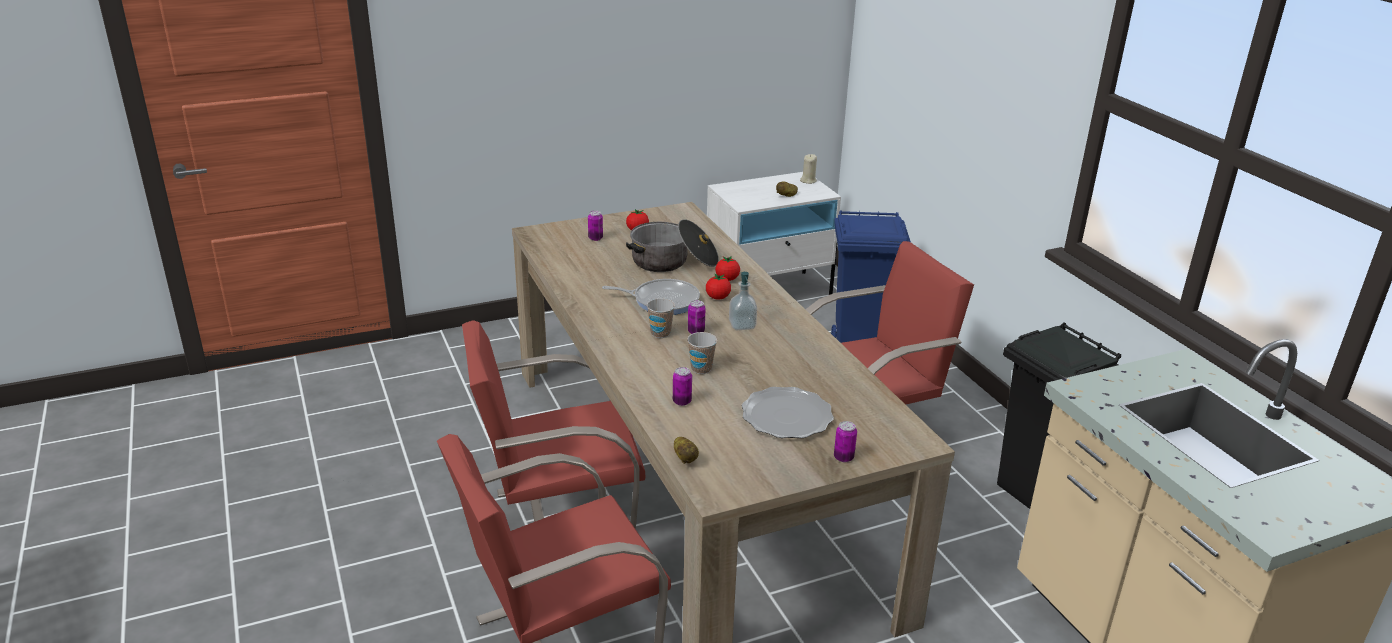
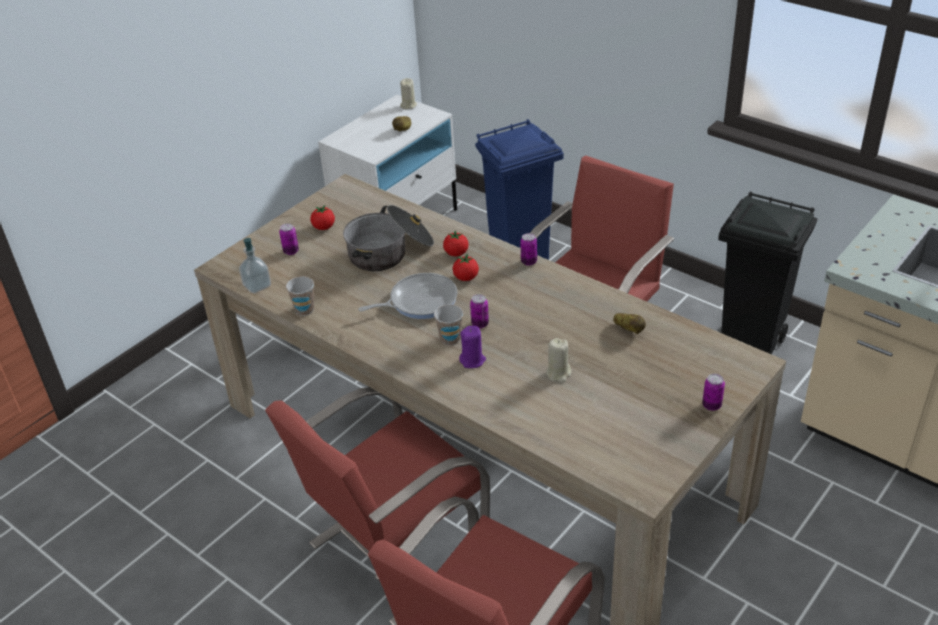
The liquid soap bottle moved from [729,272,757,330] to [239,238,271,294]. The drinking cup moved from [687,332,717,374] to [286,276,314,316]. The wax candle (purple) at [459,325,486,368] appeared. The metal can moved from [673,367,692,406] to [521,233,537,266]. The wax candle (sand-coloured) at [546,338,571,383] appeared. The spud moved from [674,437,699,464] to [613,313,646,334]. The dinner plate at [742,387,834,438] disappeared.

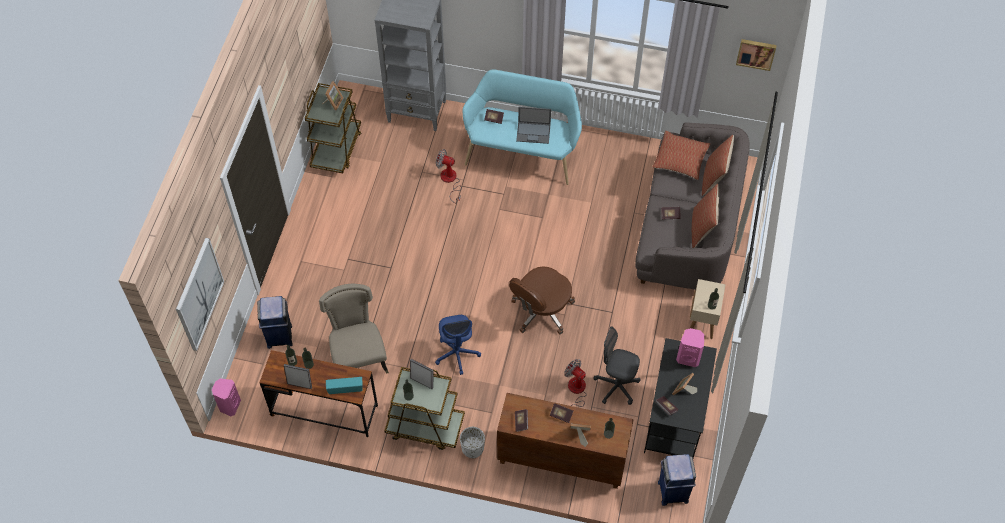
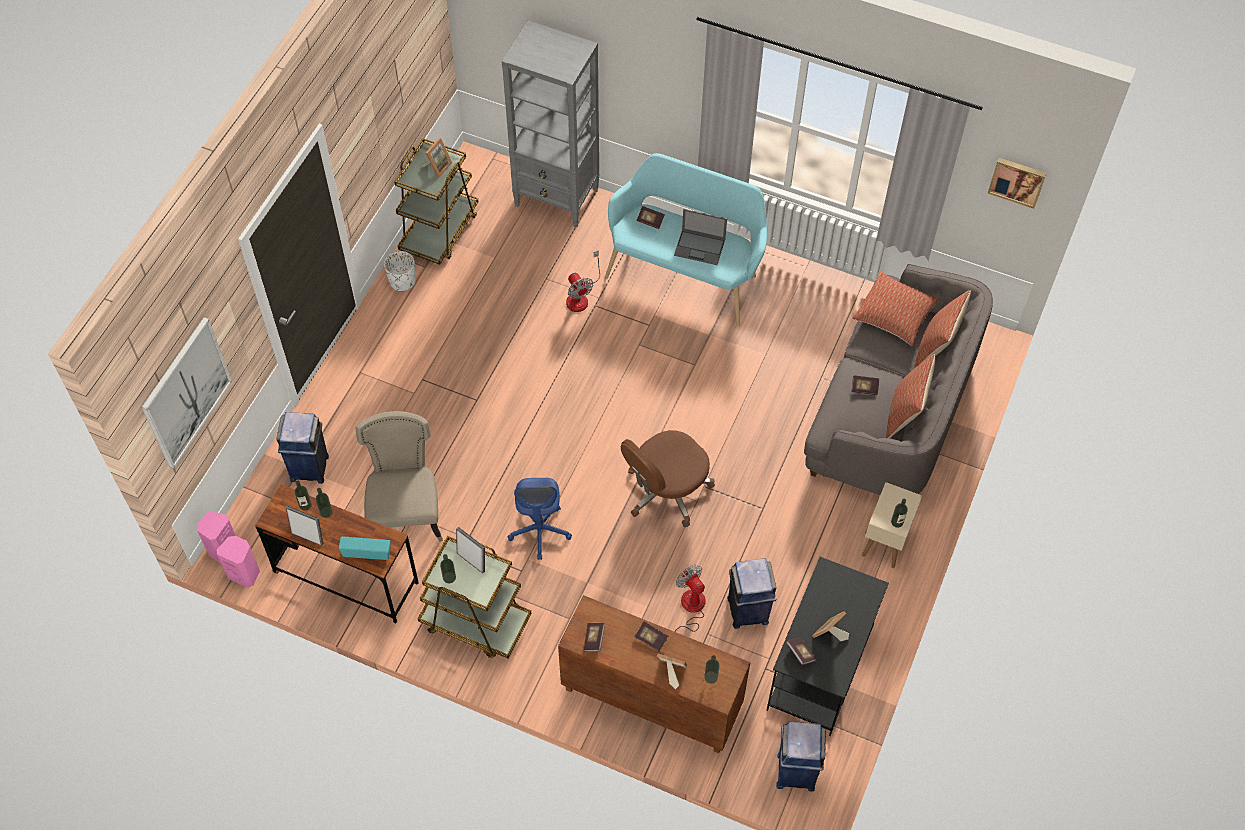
The loudspeaker (pink) moved from [676,328,704,367] to [217,536,260,588]. The flower pot (white-coloured) moved from [460,427,485,458] to [384,251,416,292]. The electric fan at [436,149,462,203] turned 150 degrees counterclockwise. The computer chair (grey) at [593,326,641,405] was replaced by the trash can (blue) at [727,558,777,629].

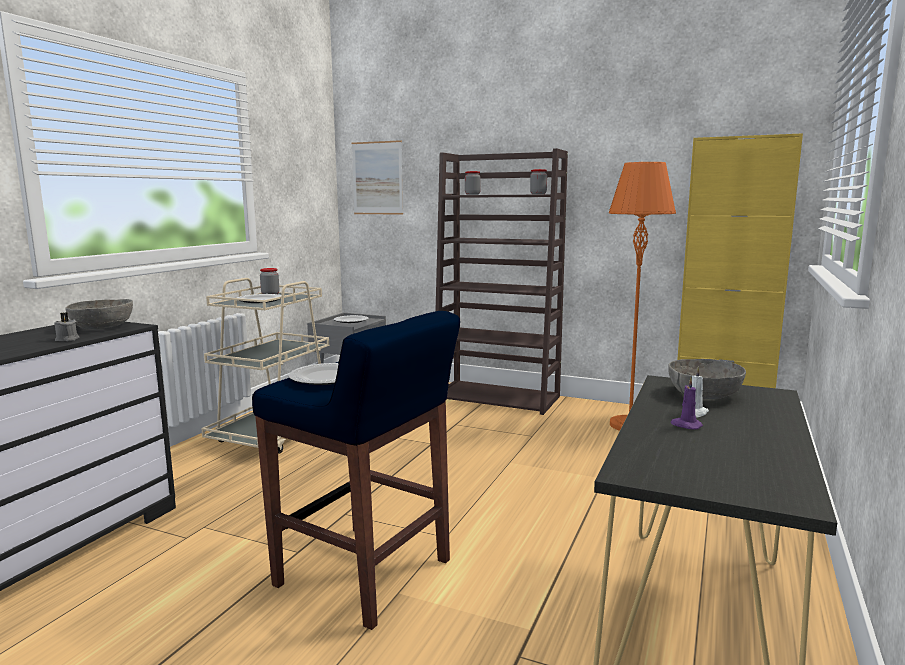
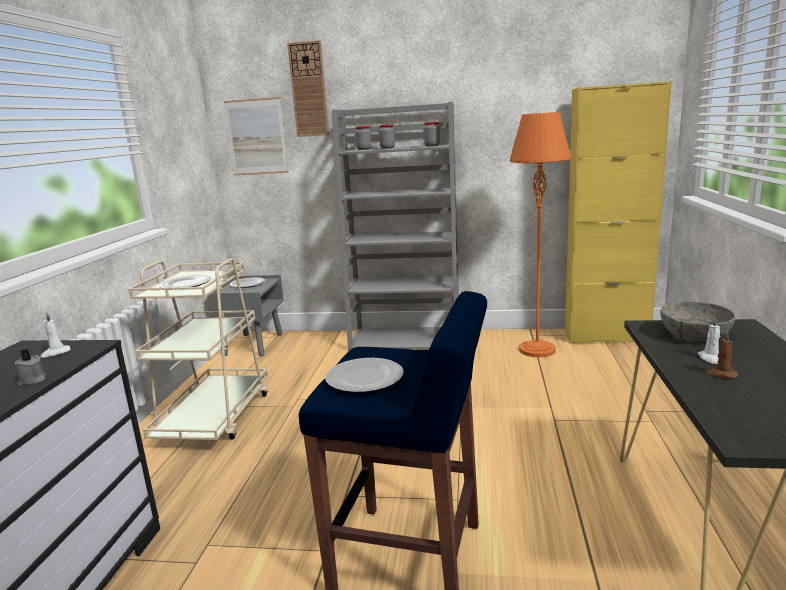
The bowl (grey) at [66,299,133,329] was replaced by the wax candle (white-coloured) at [40,312,70,358]. The clock on the wall at [287,40,329,137] appeared. The bookshelf (brown-coloured) at [435,148,568,415] became the bookshelf (grey) at [332,102,459,352]. The storage jar moved from [260,268,279,294] to [379,124,395,149]. The wax candle (purple) at [671,377,703,430] became the wax candle (brown-coloured) at [705,331,738,378].

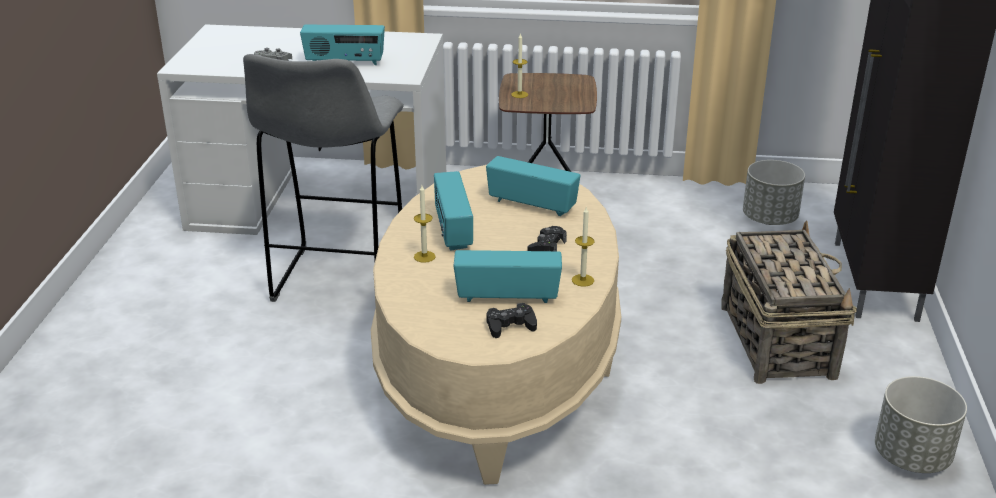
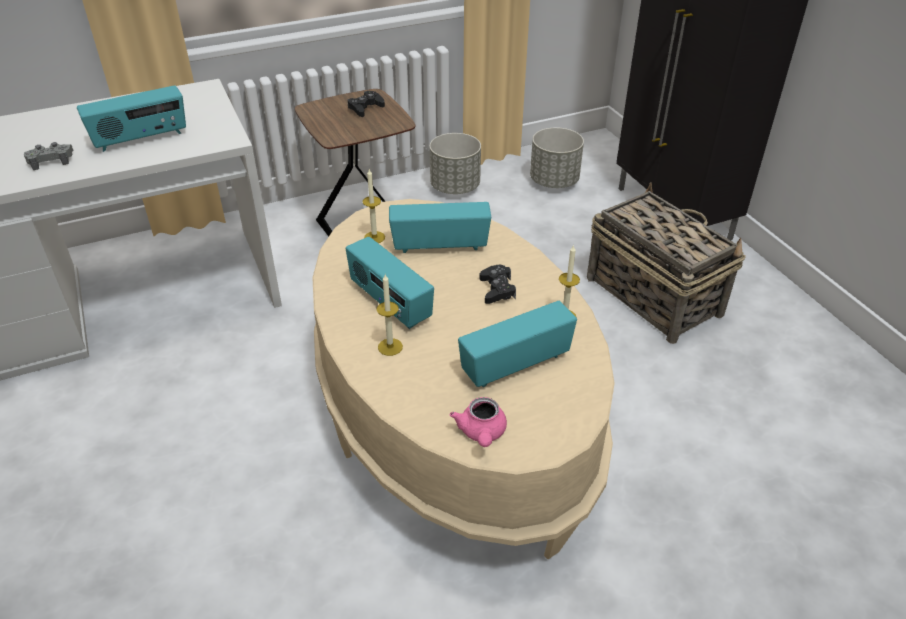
The game controller (blackish) moved from [487,303,537,338] to [348,91,385,117]. The wax candle moved from [511,33,528,98] to [362,169,385,243]. The flower pot (grey) moved from [875,376,967,473] to [430,133,481,194]. The pot for tea (pink) at [450,397,507,447] appeared. The stool seat (grey) at [243,54,404,302] disappeared.

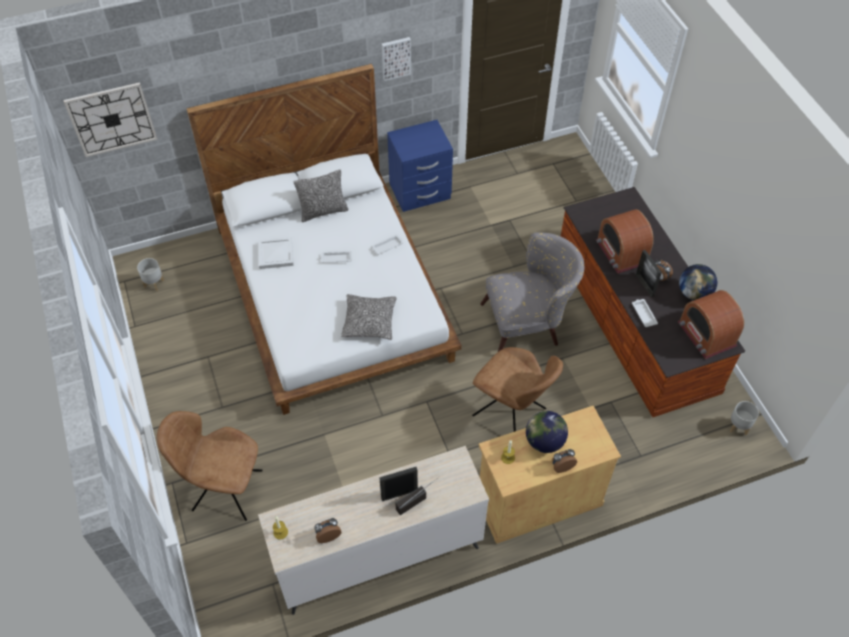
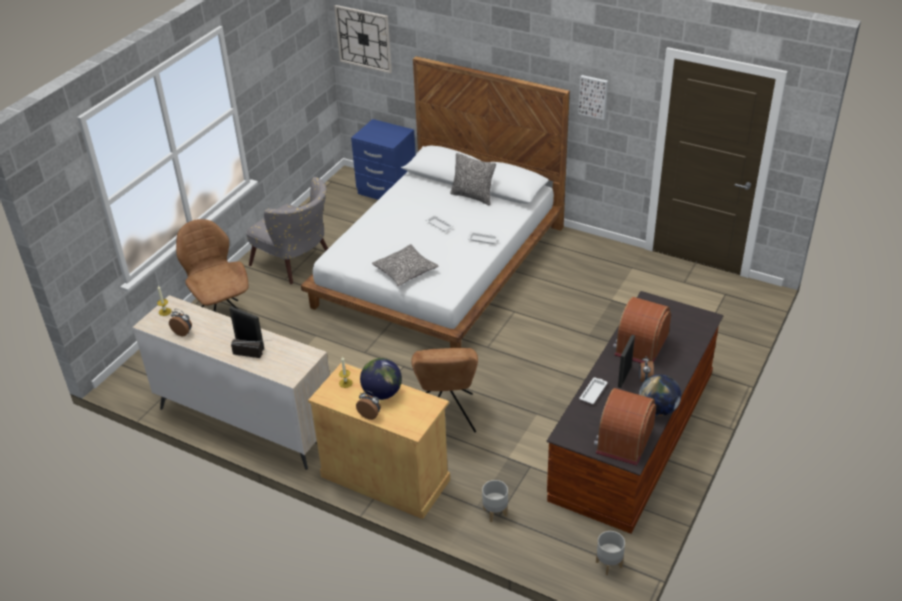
The lounge chair (grey) moved from [480,232,584,352] to [246,177,328,284]. The nightstand (blue) moved from [387,120,453,212] to [351,119,416,200]. The flower pot (grey) moved from [137,258,164,291] to [482,480,508,522]. The serving tray (white-coloured) at [258,237,294,269] disappeared.

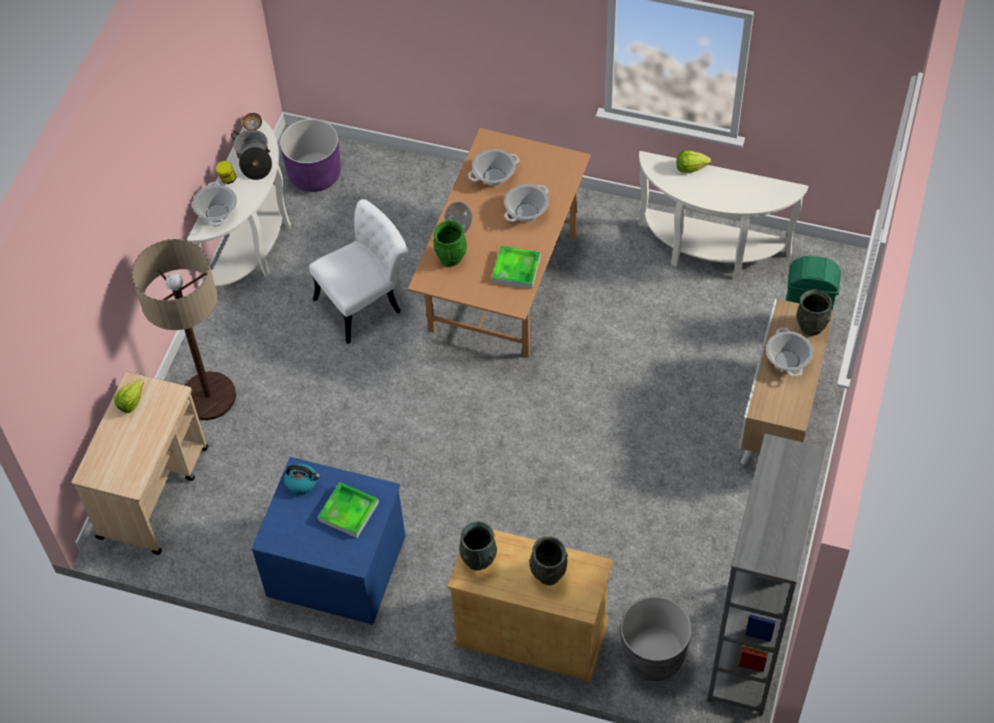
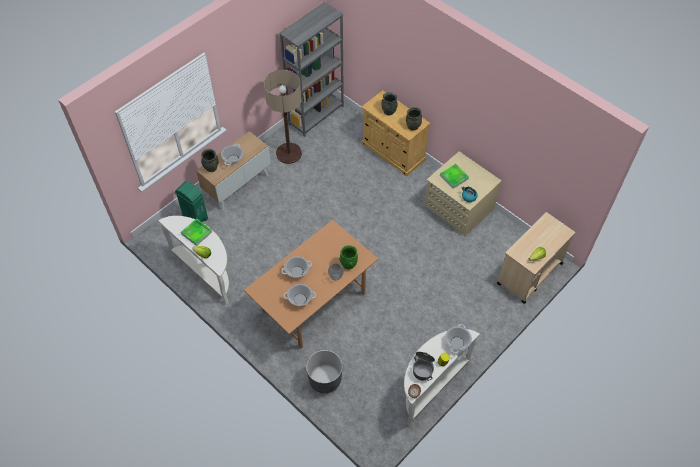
The serving tray moved from [492,246,541,289] to [181,218,212,246]. The standing lamp moved from [132,239,236,420] to [264,70,302,164]. The flower pot (grey) moved from [621,596,692,681] to [306,350,343,393]. The chest of drawers (blue) at [251,457,405,625] became the chest of drawers (sand-coloured) at [425,151,502,237]. The flower pot (purple) at [280,119,341,192] disappeared. The upright chair (white-coloured) at [309,199,409,344] disappeared.

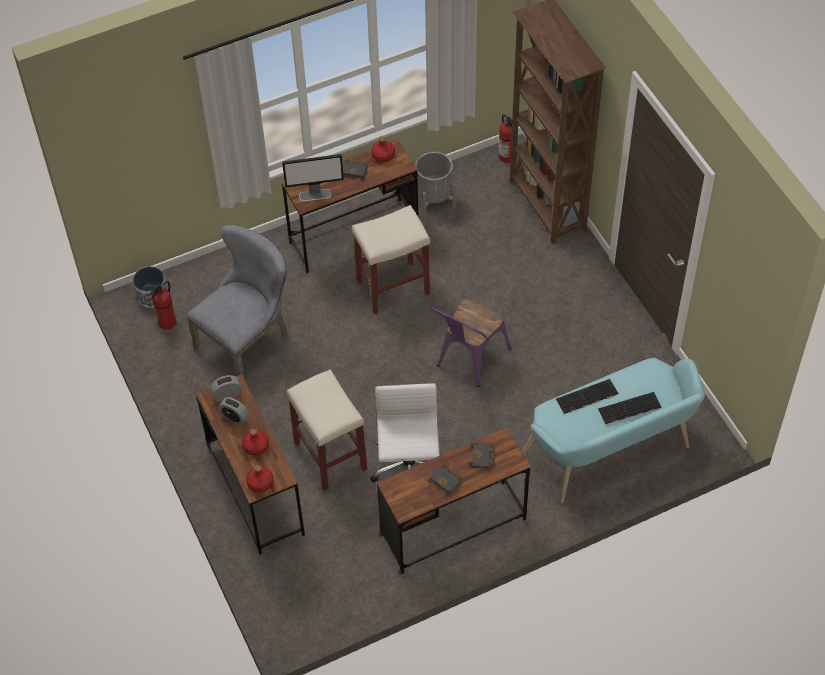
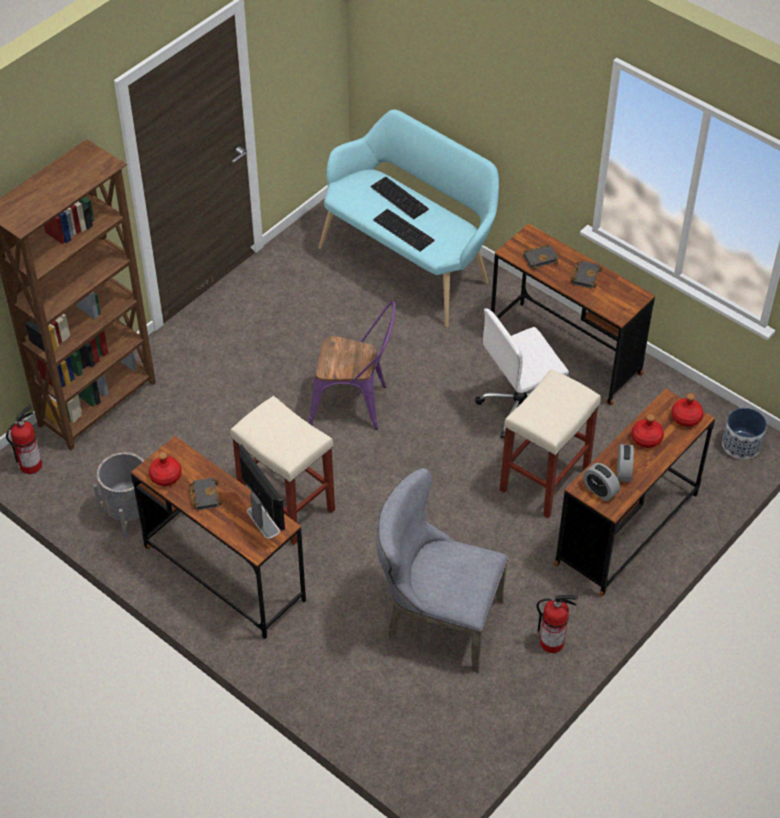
The fire-fighting cylinder moved from [149,281,176,329] to [536,595,578,653]. The flower pot moved from [133,266,167,308] to [722,408,767,460].

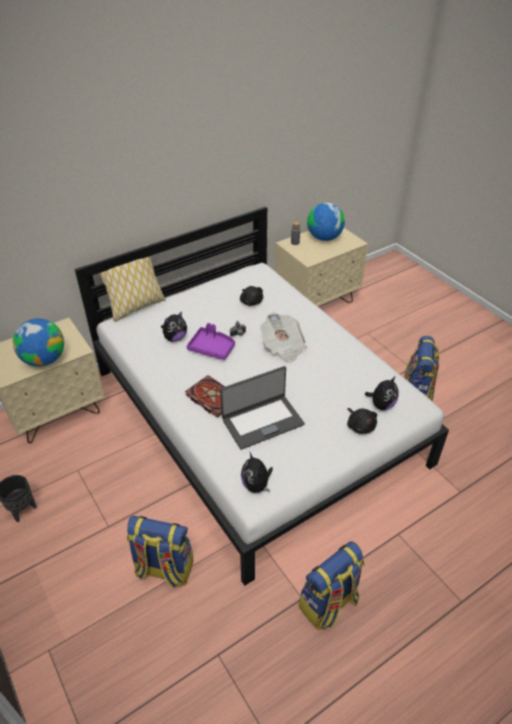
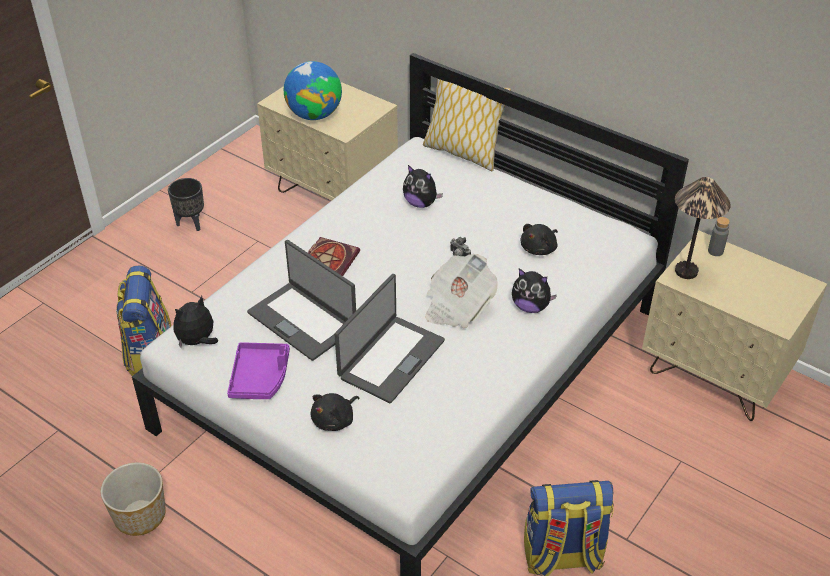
The rucksack at [299,541,365,630] was replaced by the flower pot at [100,462,166,536]. The serving tray (purple) moved from [186,323,235,360] to [227,342,290,399]. The notebook computer at [334,274,445,403] appeared. The soft toy moved from [365,376,399,410] to [512,269,557,313]. The tabletop lamp at [675,177,731,279] appeared. The desk globe at [307,203,345,241] disappeared.

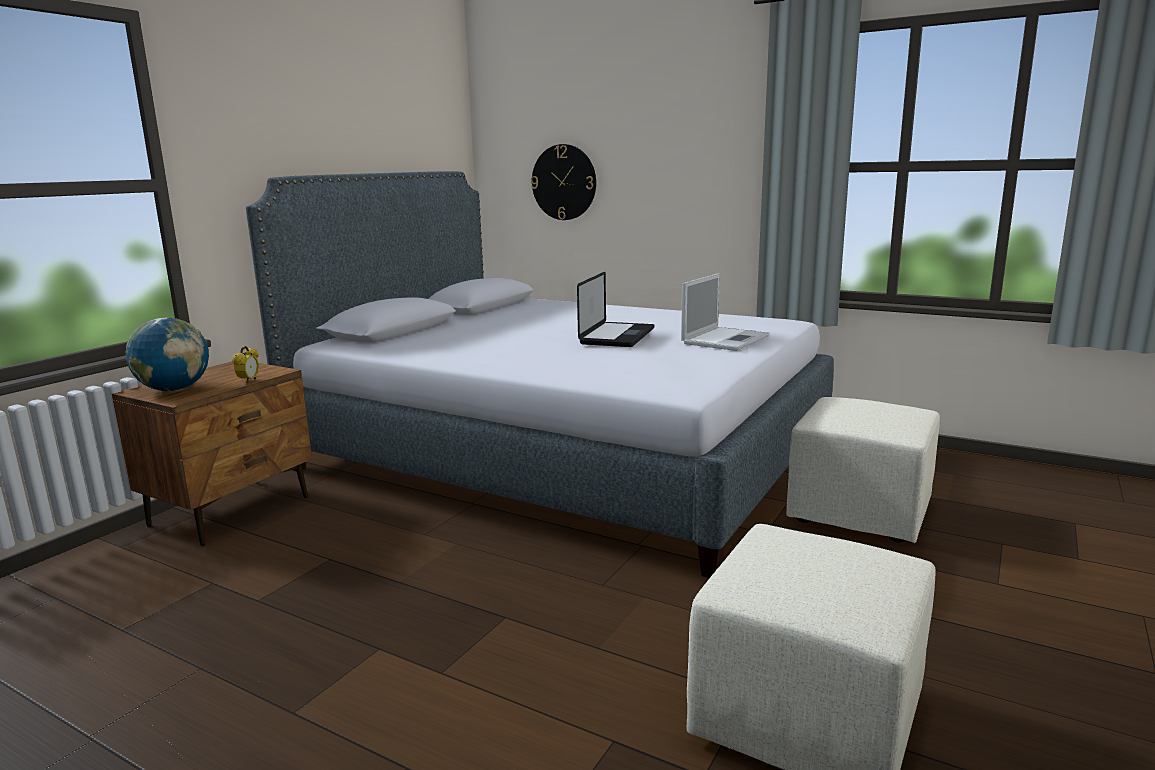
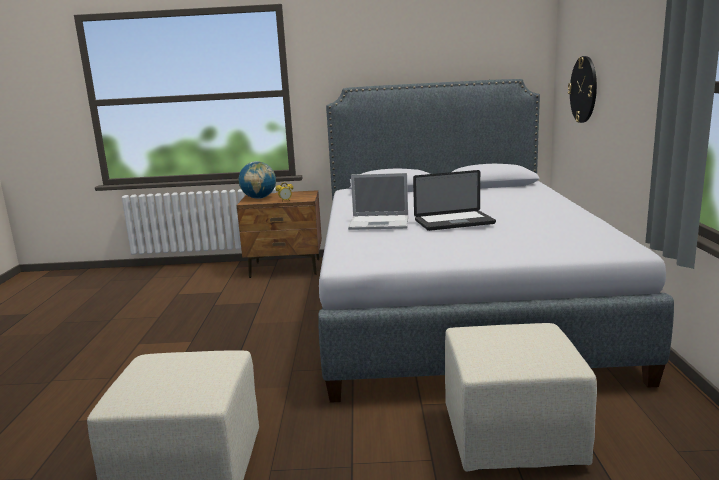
The notebook computer moved from [681,273,769,351] to [348,173,408,230].

